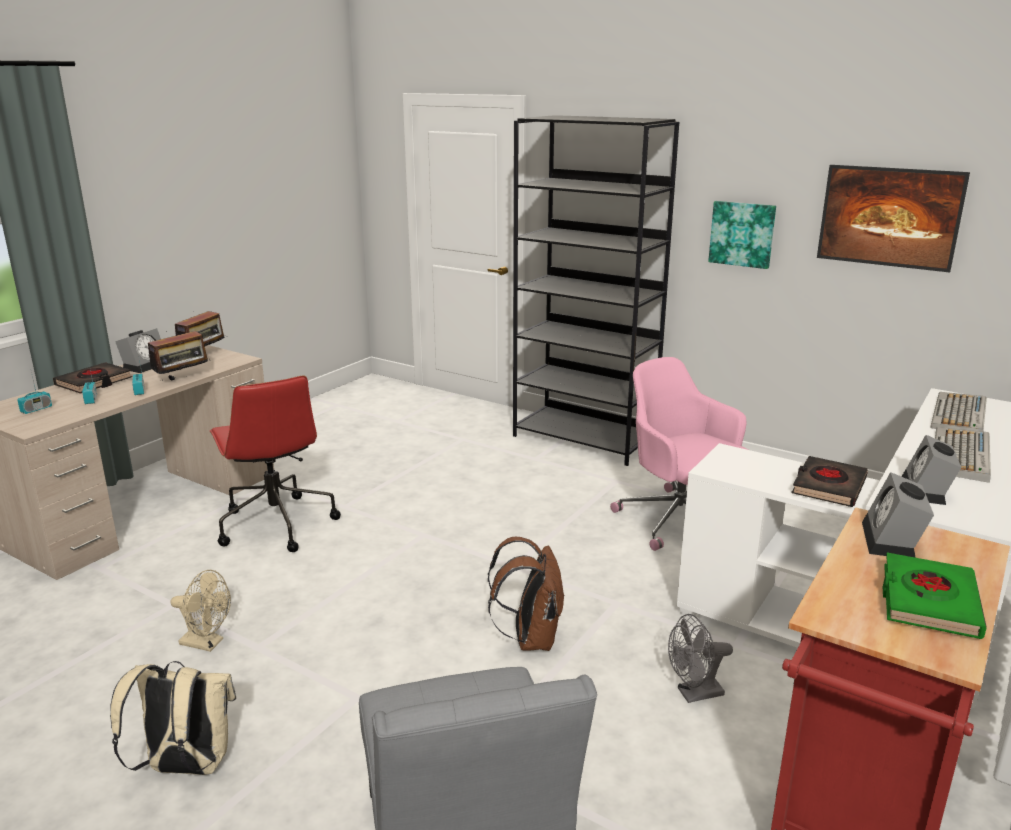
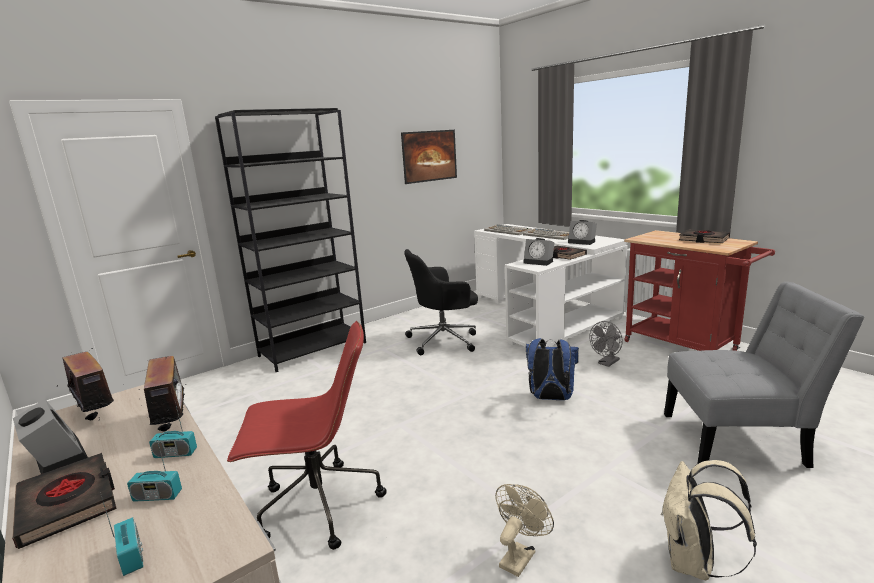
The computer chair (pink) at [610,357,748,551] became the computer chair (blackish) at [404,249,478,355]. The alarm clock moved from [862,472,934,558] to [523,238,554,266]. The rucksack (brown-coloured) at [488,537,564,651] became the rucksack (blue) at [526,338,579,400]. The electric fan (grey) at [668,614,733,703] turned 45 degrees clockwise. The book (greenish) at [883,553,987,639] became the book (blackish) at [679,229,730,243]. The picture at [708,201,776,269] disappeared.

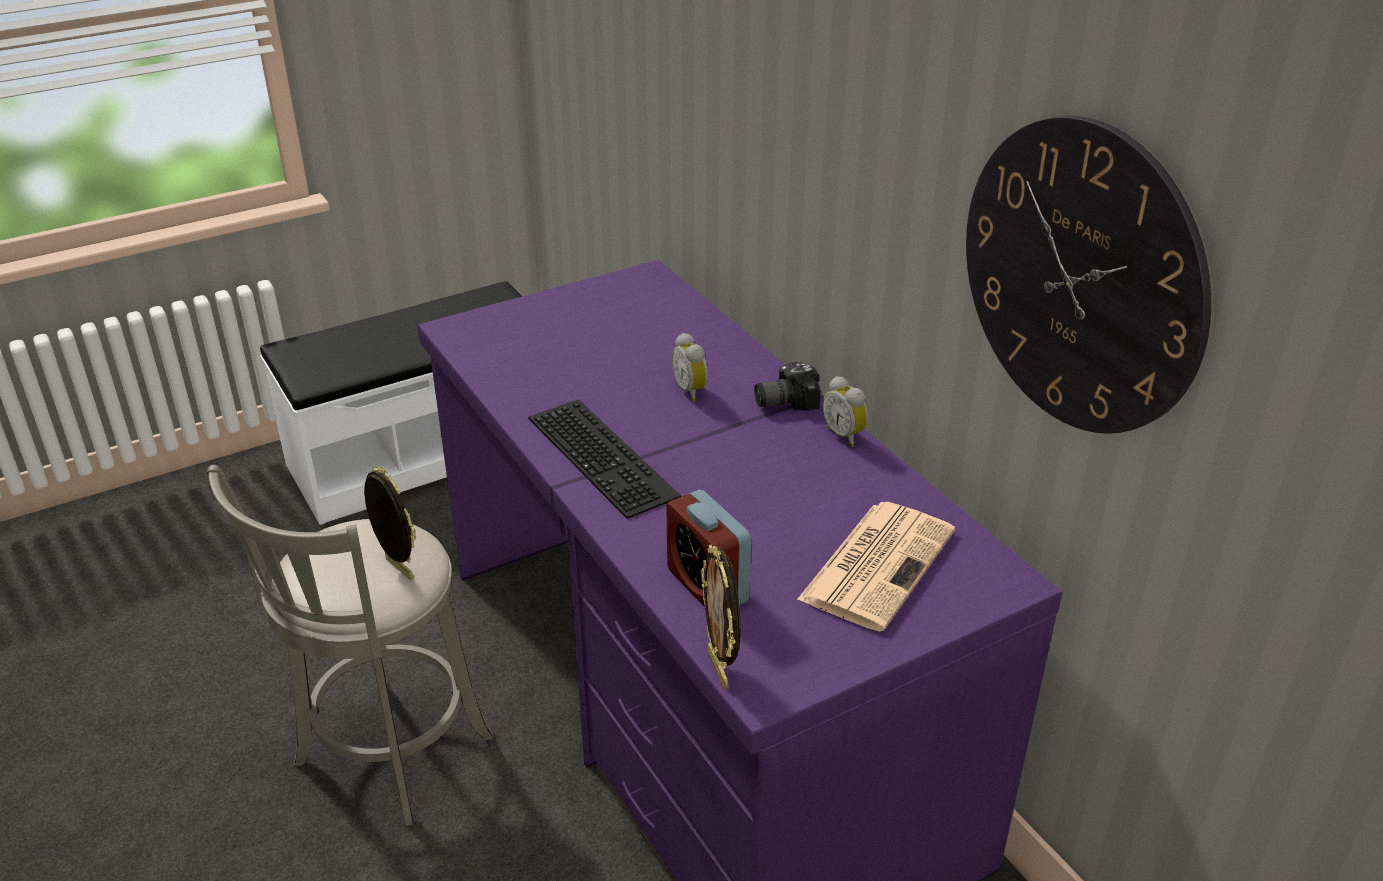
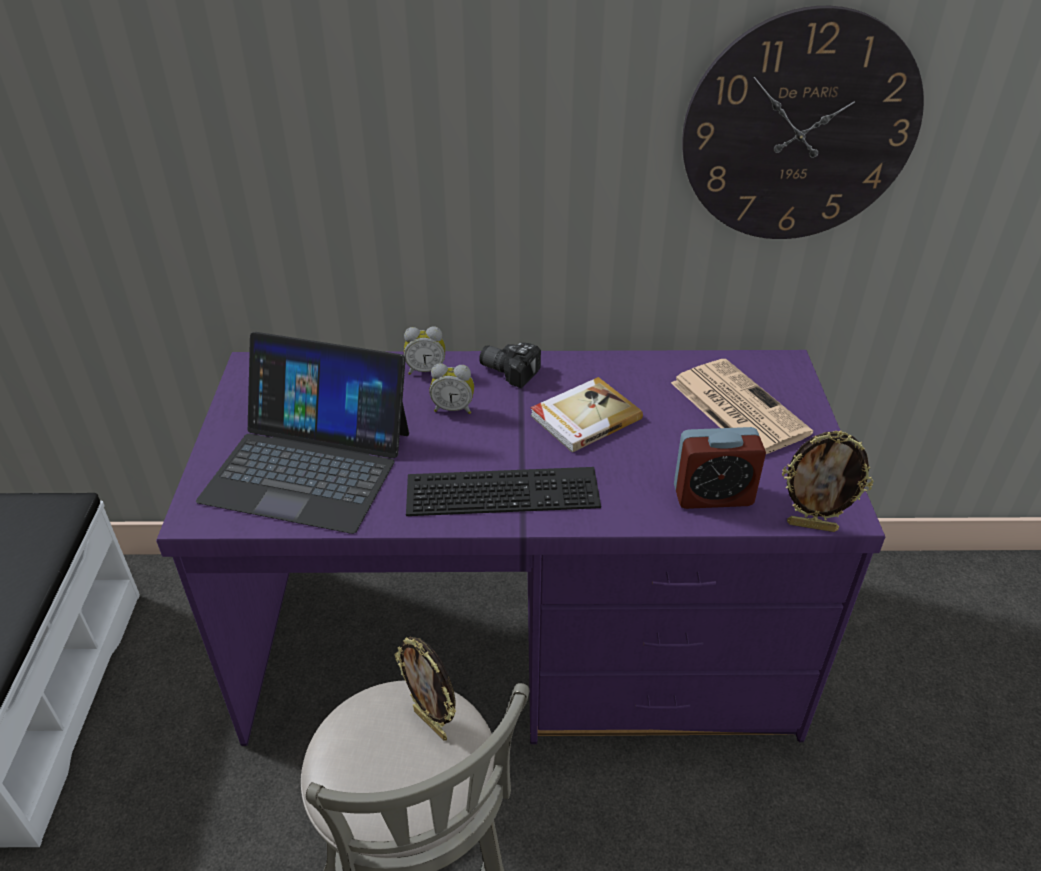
The notebook computer at [196,332,409,534] appeared. The standing frame at [364,466,416,580] turned 120 degrees counterclockwise. The alarm clock moved from [823,376,868,447] to [404,326,445,375]. The photo camera at [754,362,821,411] turned 105 degrees clockwise. The book at [530,377,643,453] appeared.

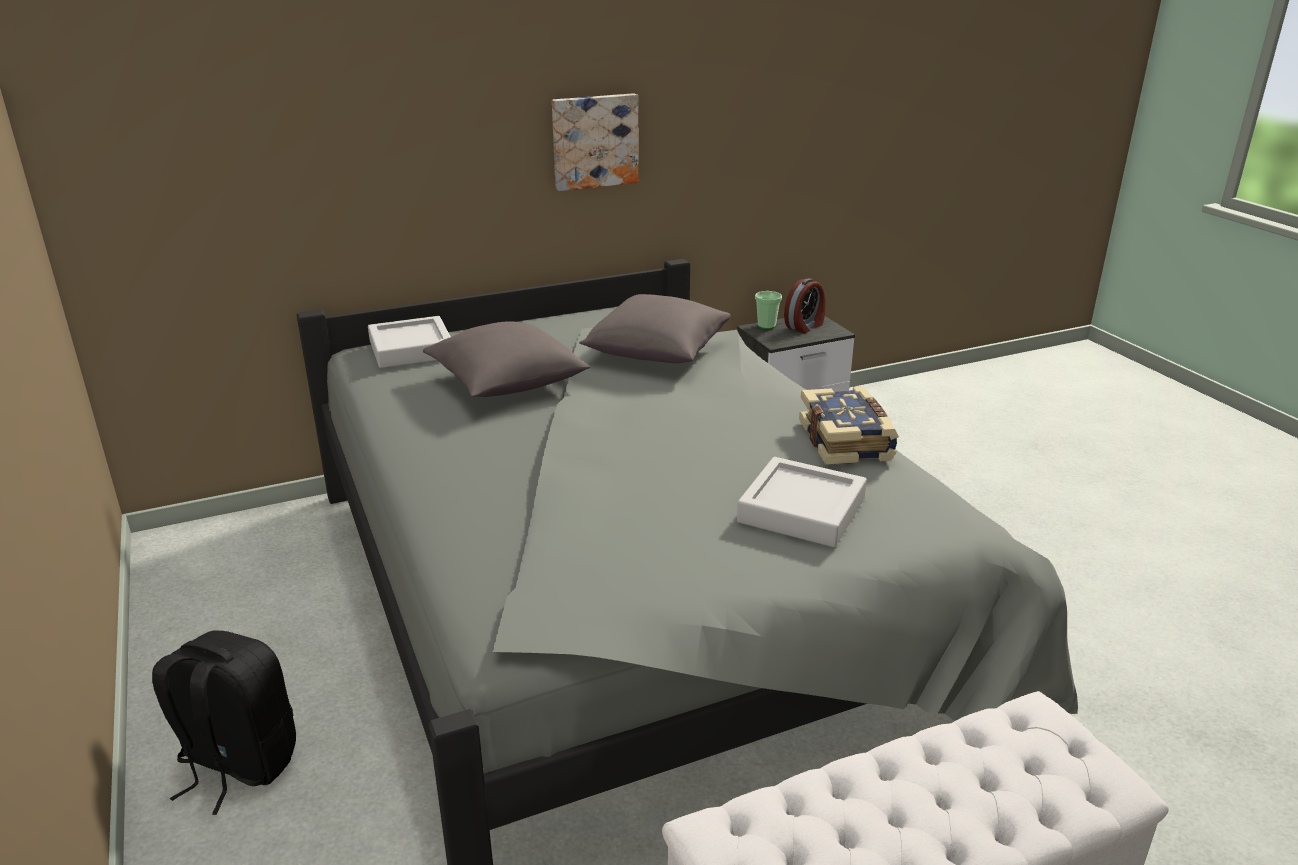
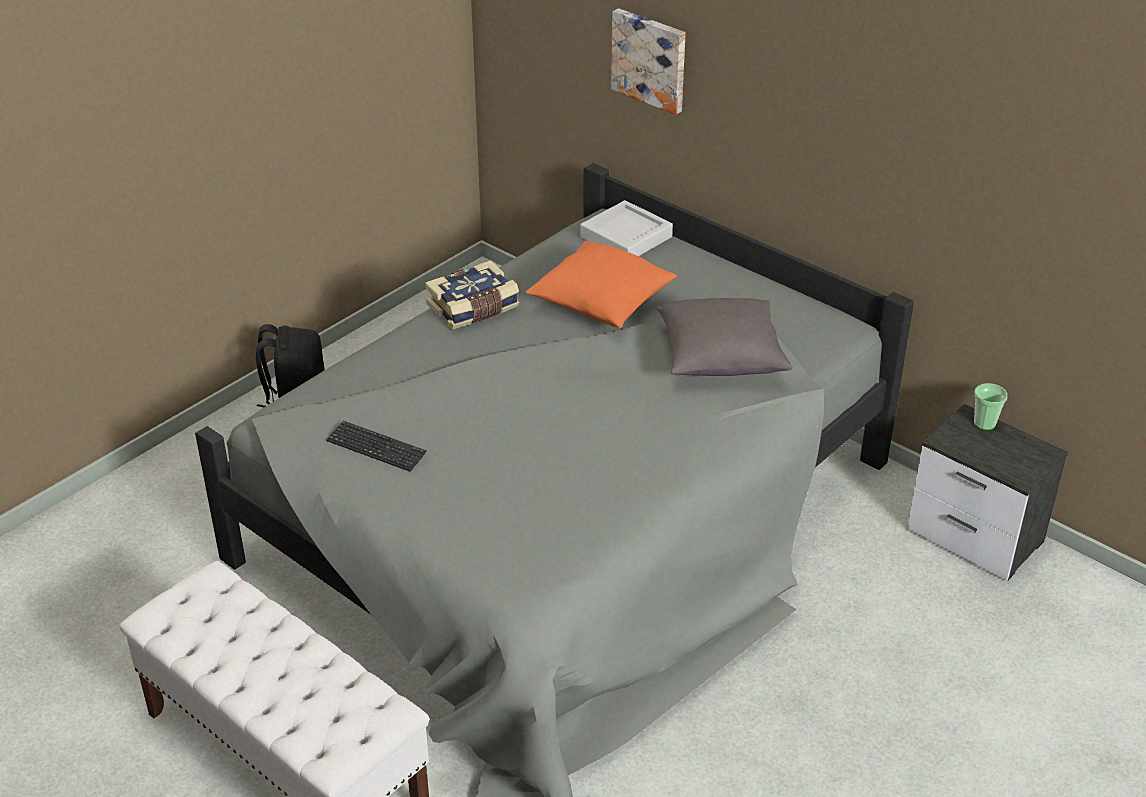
The computer keyboard at [326,421,426,472] appeared. The book moved from [799,386,899,465] to [425,260,519,330]. The throw pillow (grey) at [423,321,590,397] became the throw pillow (orangey) at [526,241,677,328]. The picture moved from [552,93,639,191] to [611,8,686,115]. The serving tray (grey) at [737,457,867,547] disappeared. The alarm clock at [784,278,825,333] disappeared.

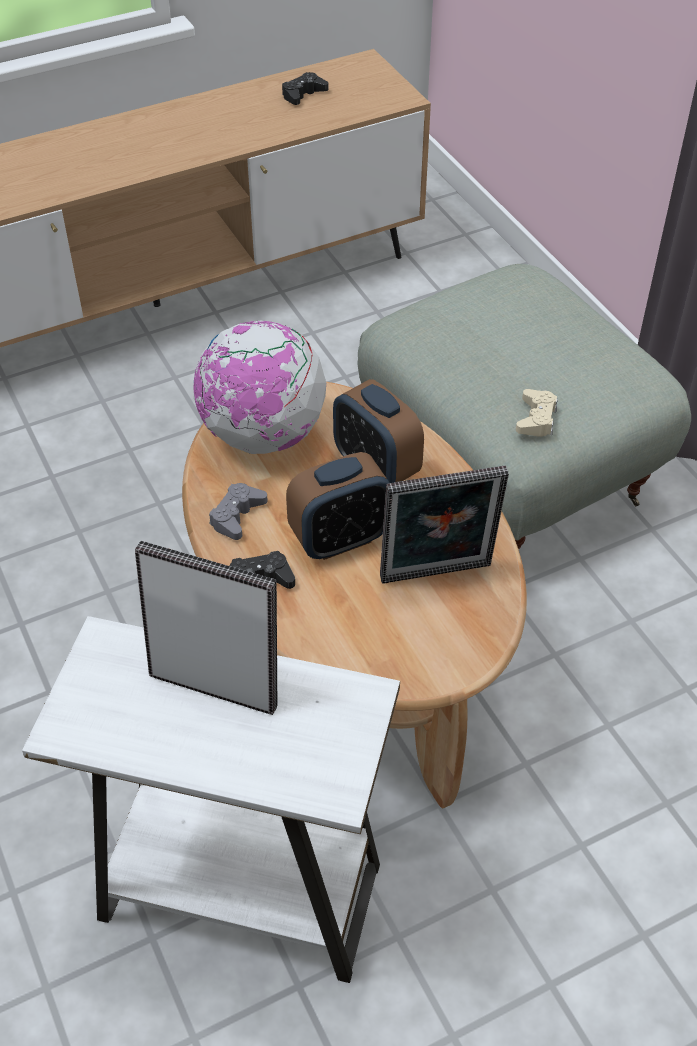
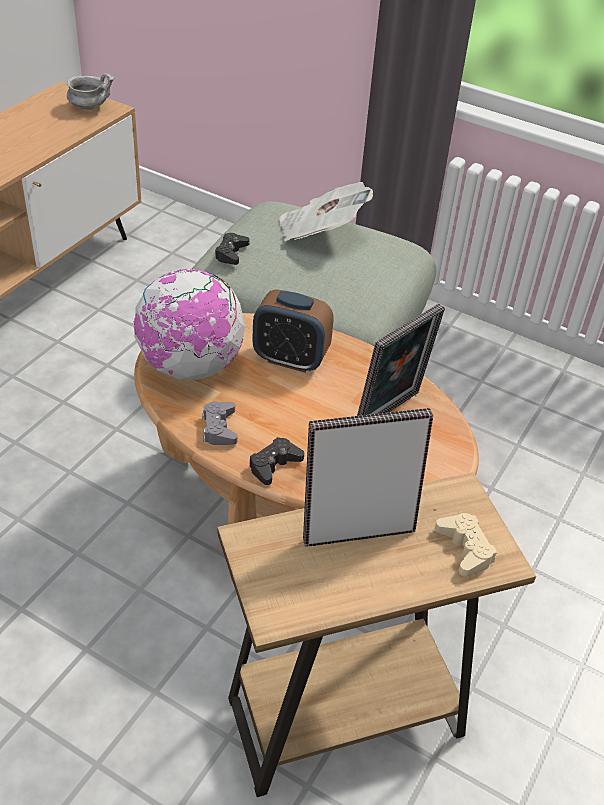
The bowl (grey) at [67,73,115,110] appeared. The game controller (blackish) moved from [282,72,329,105] to [214,233,250,265]. The accent table (white-coloured) at [22,616,400,983] became the accent table (brown-coloured) at [217,472,536,797]. The daily paper at [279,182,373,241] appeared. The game controller (sand-coloured) moved from [516,389,558,437] to [435,513,497,576]. The alarm clock at [286,452,390,560] disappeared.

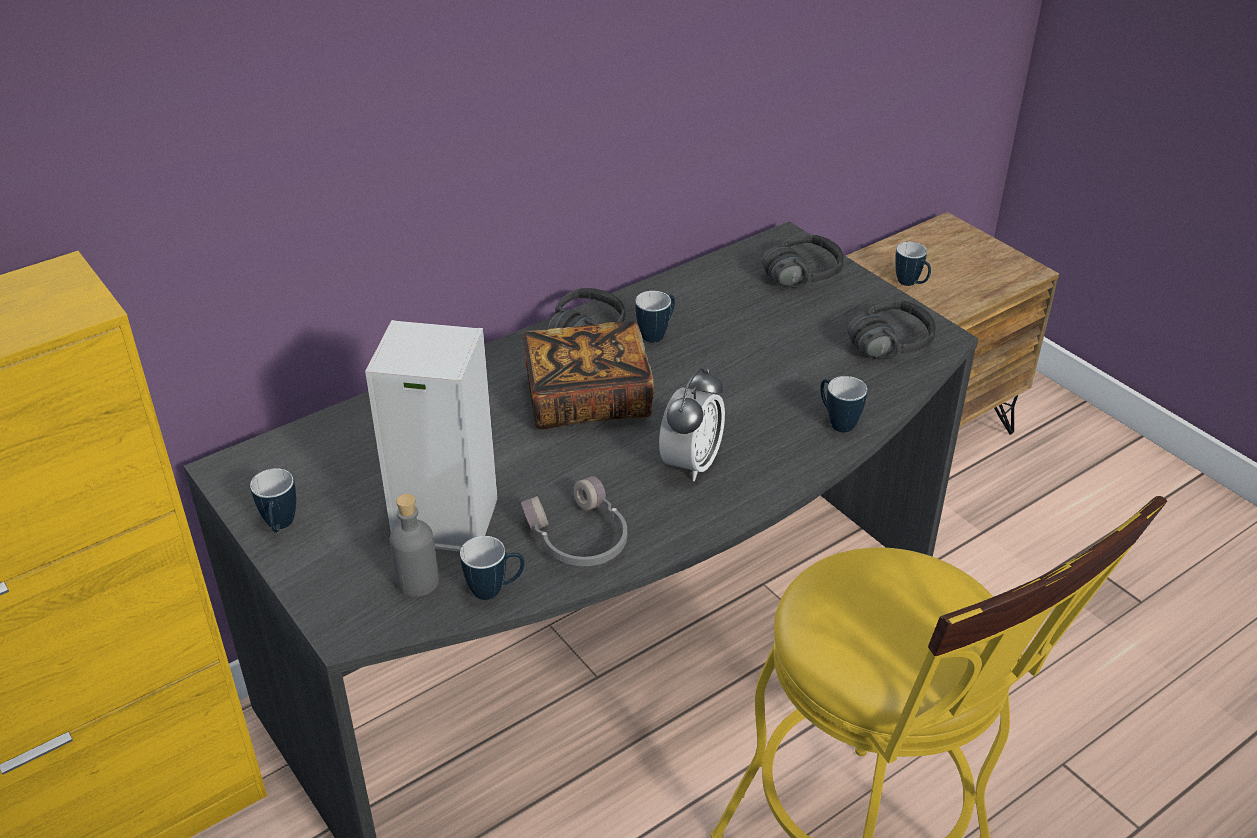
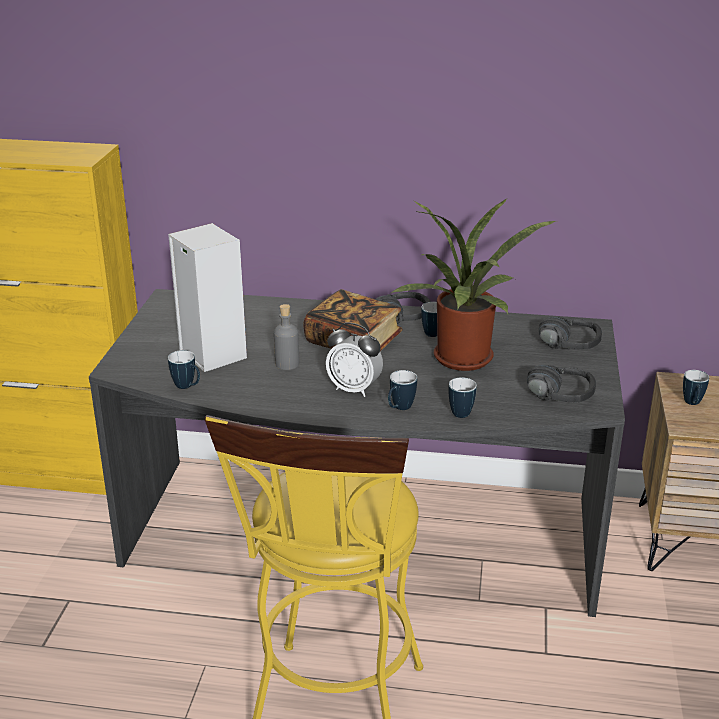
The beverage bottle (grey) moved from [390,494,439,597] to [274,304,299,370]. The alarm clock at [659,368,725,481] turned 45 degrees clockwise. The mug moved from [250,468,296,533] to [388,370,417,410]. The houseplant at [392,198,555,371] appeared. The headset (grey) at [521,476,627,566] disappeared.

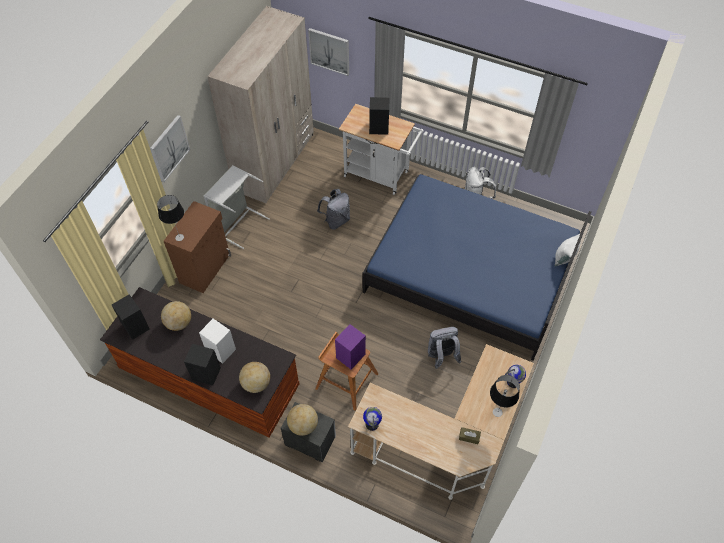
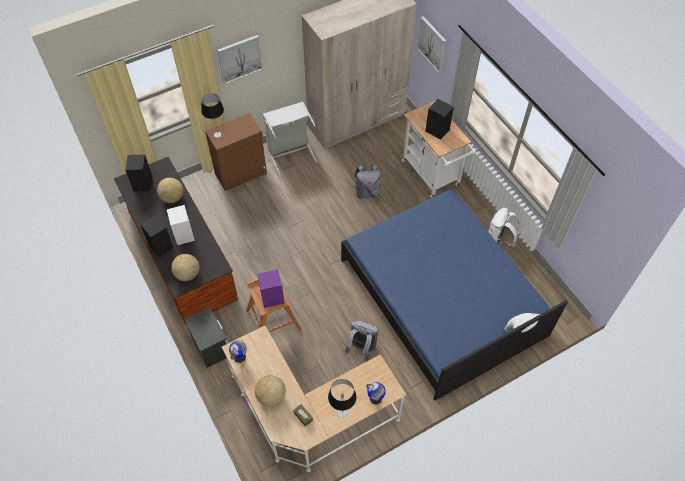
The desk globe moved from [287,404,318,436] to [255,375,286,407].

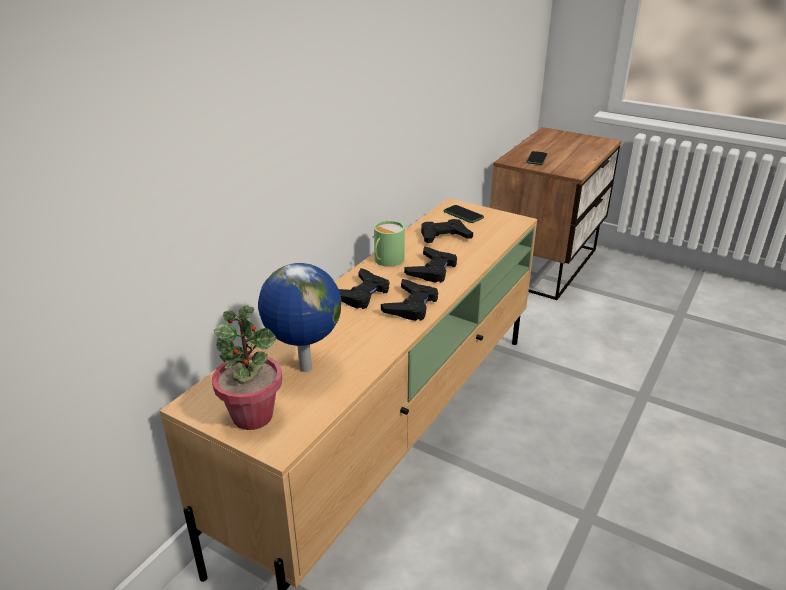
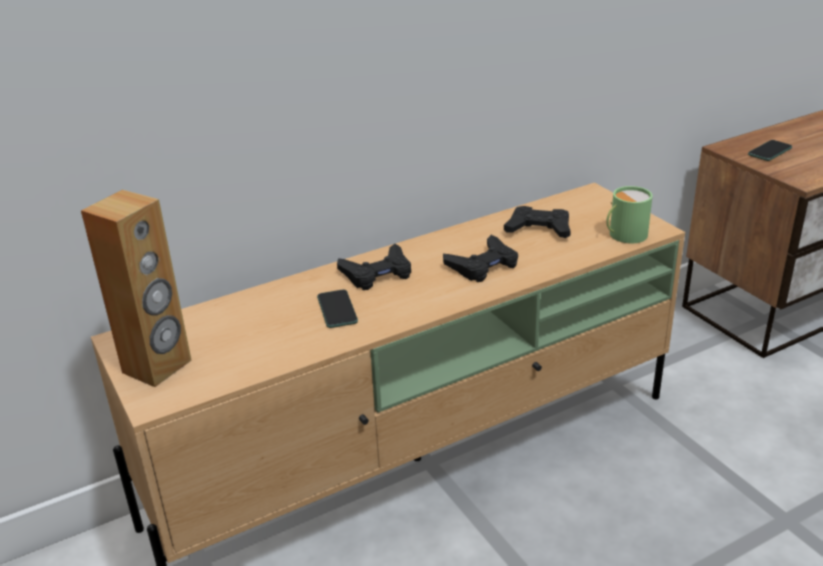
The houseplant at [212,305,282,430] was replaced by the loudspeaker (brown-coloured) at [81,190,192,387]. The telephone moved from [444,205,484,223] to [317,290,358,328]. The mug (greenish) moved from [373,221,405,267] to [606,186,652,244]. The desk globe at [258,263,341,372] disappeared. The game controller (blackish) at [381,279,438,321] disappeared.

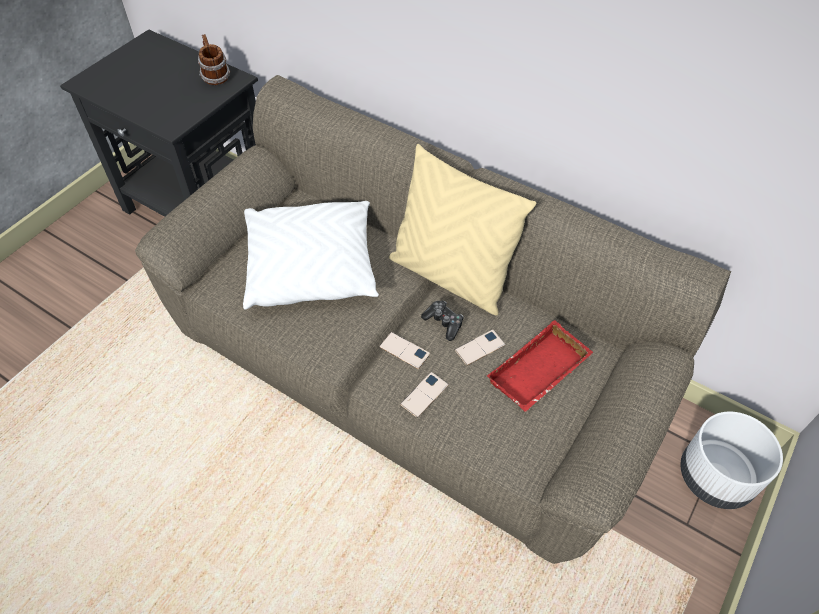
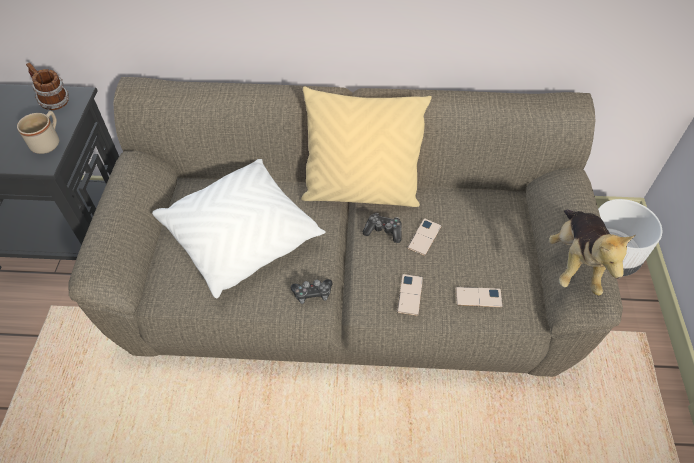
The mug (sand-coloured) at [17,111,59,154] appeared. The game controller at [290,279,332,304] appeared. The telephone moved from [379,332,430,369] to [455,287,503,307]. The soft toy at [549,210,636,295] appeared. The serving tray (red) at [487,320,593,412] disappeared.

